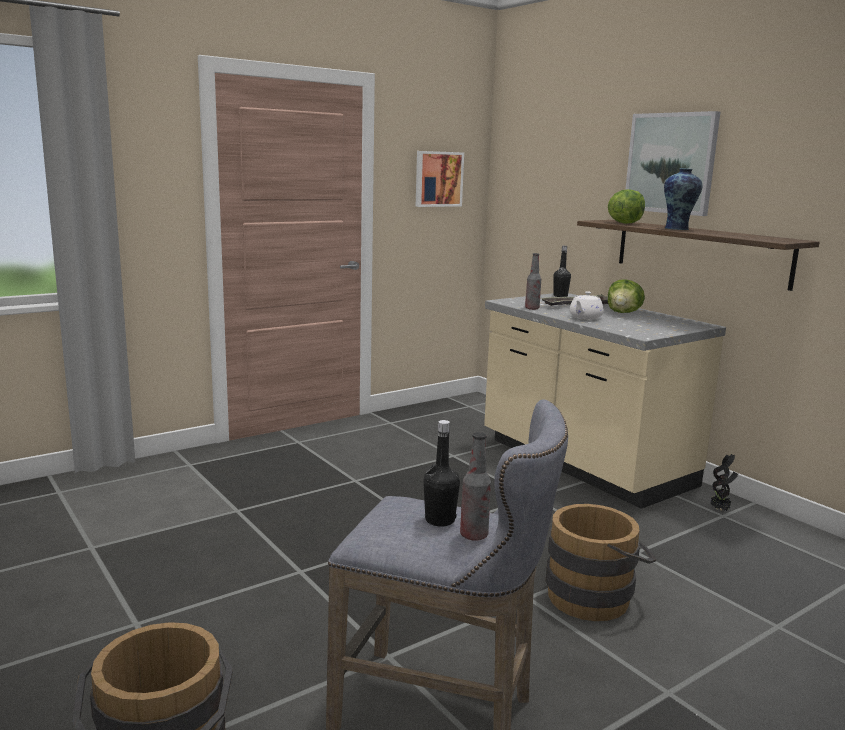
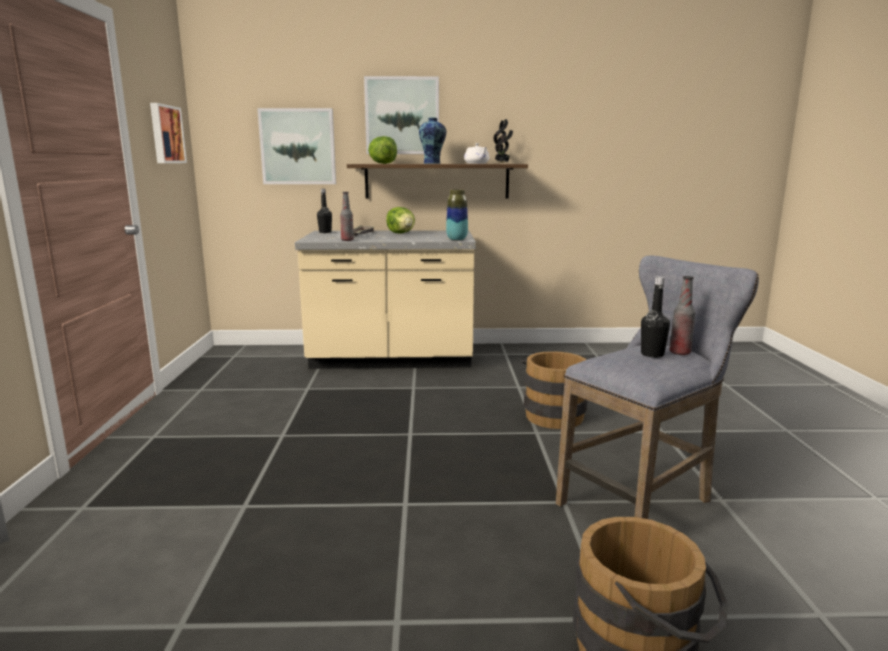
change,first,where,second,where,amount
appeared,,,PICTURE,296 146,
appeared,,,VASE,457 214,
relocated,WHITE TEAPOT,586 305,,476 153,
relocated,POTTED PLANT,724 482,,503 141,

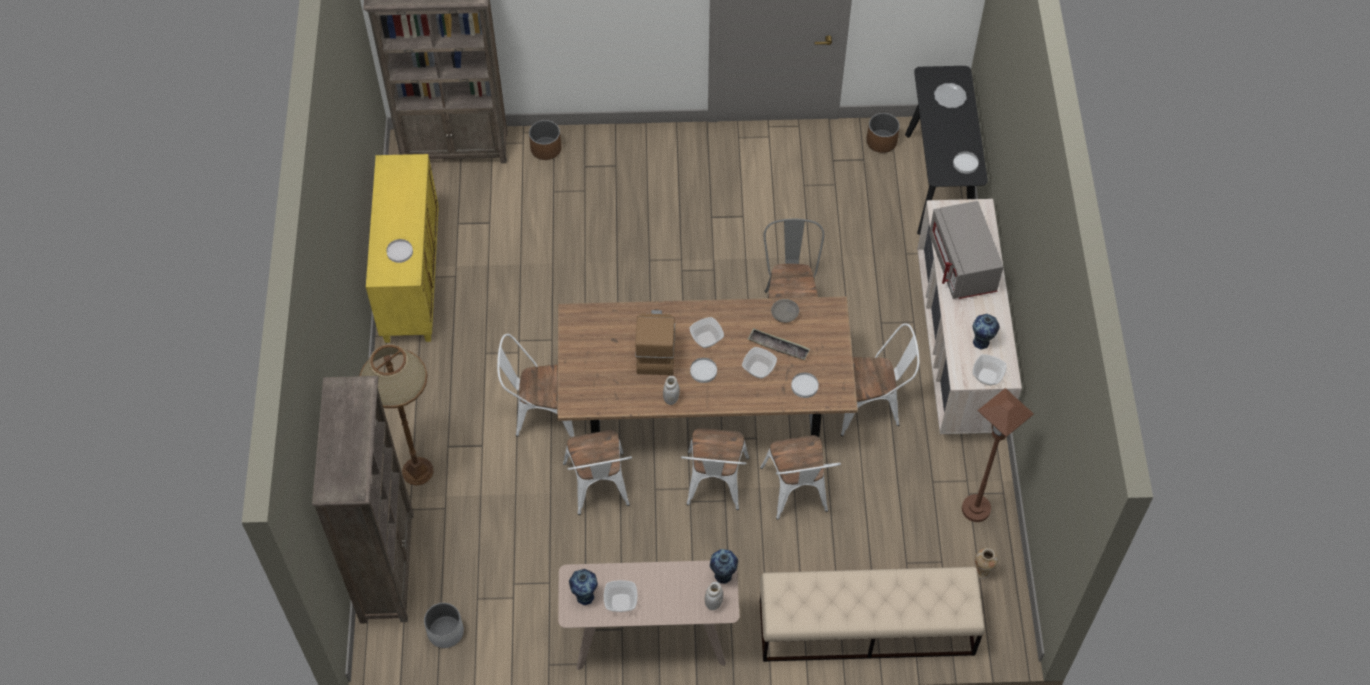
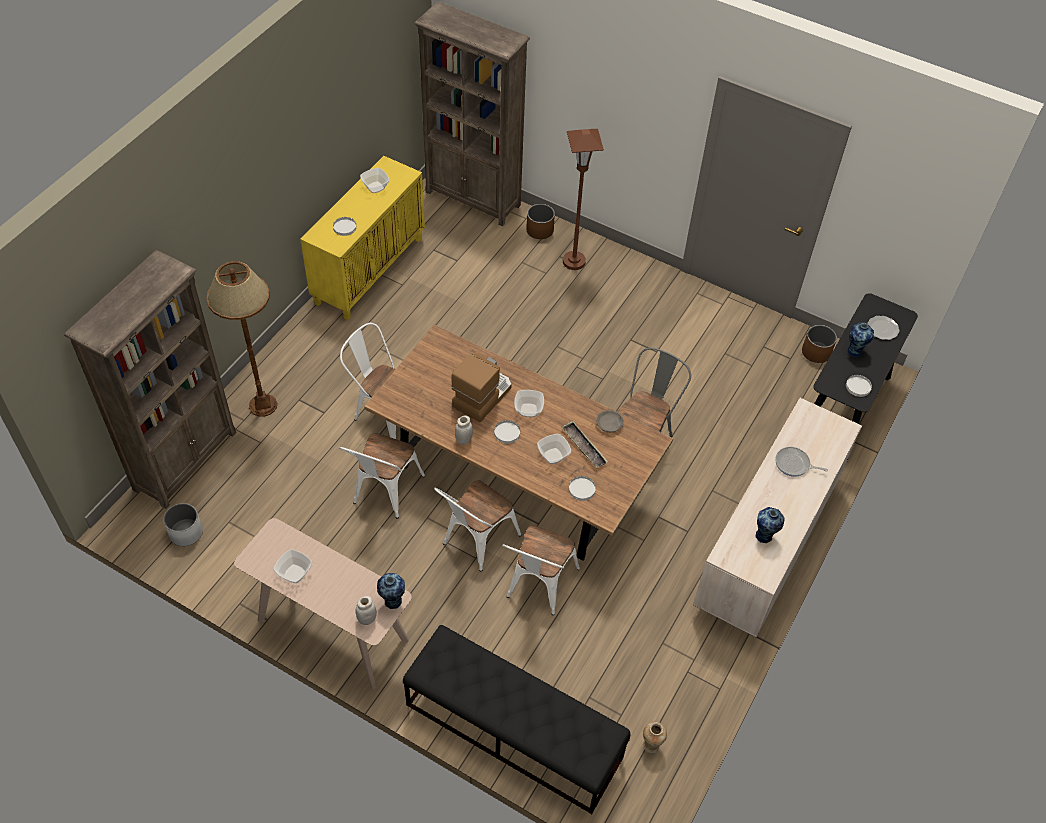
change,first,where,second,where,amount
missing,WHITE CHAIR,880 379,,,
relocated,VASE,583 587,,861 340,
relocated,BROWN FLOOR LAMP,998 455,,583 199,
relocated,BOWL,989 370,,375 180,
exchanged,GREY MICROWAVE,966 250,FRYING PAN,801 462,
colour,BEIGE BENCH,872 614,BLACK BENCH,516 719,

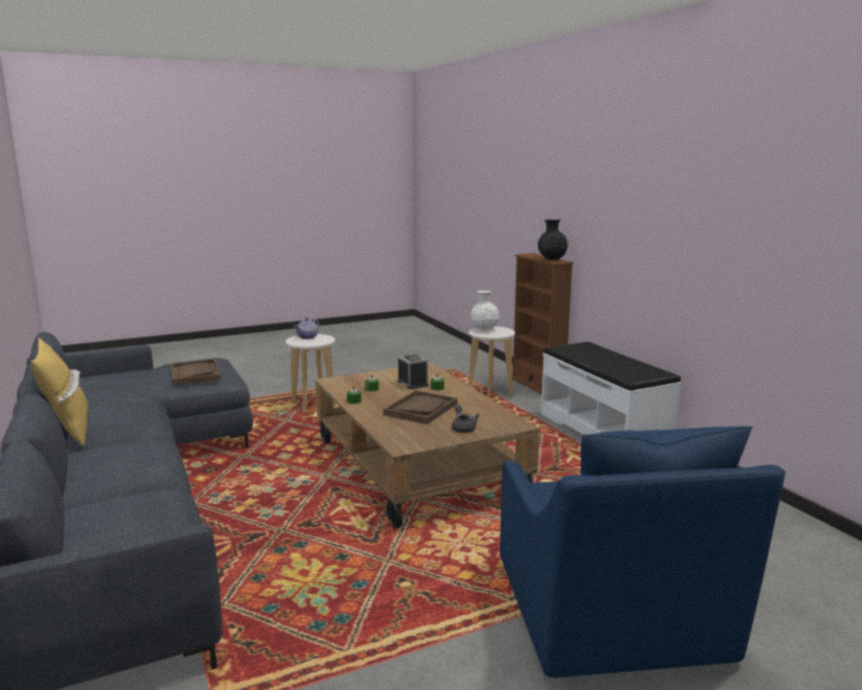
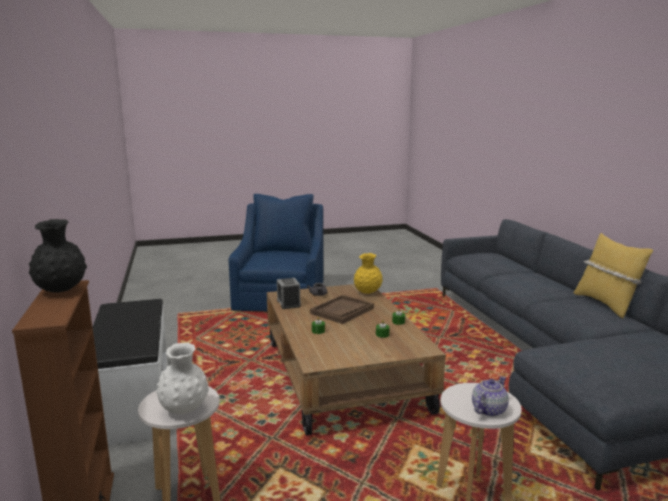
change,first,where,second,where,amount
missing,BROWN TRAY,196 372,,,
appeared,,,YELLOW VASE,368 273,
relocated,ALARM CLOCK,413 371,,289 293,

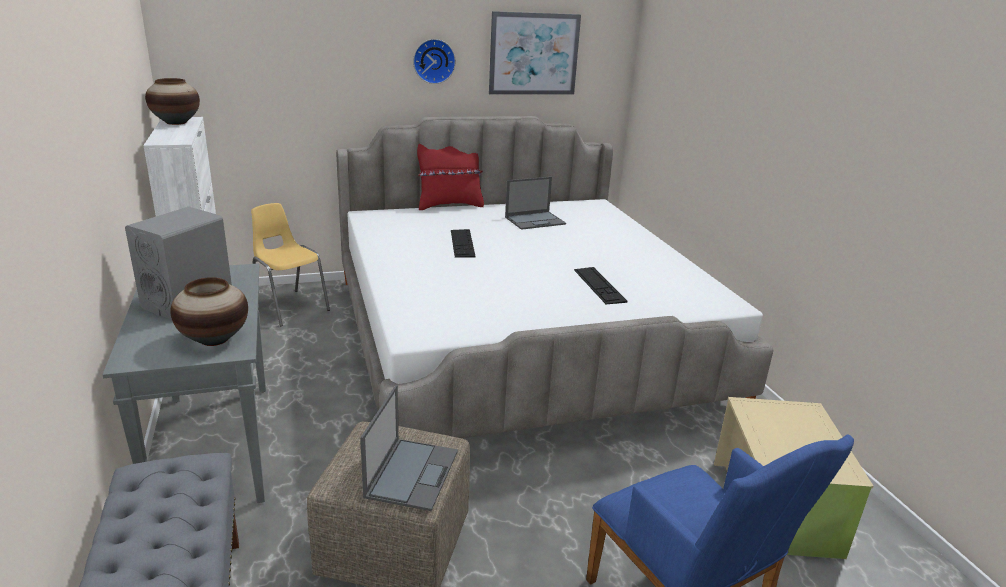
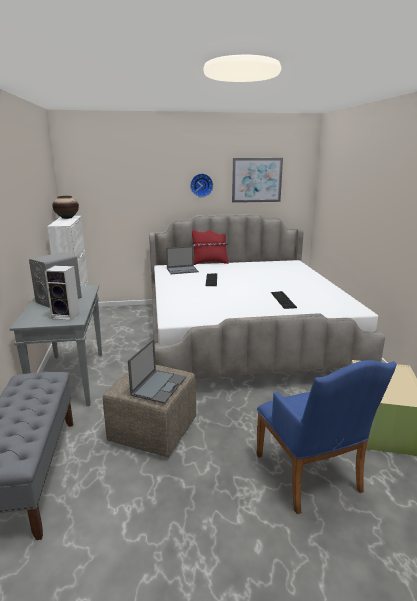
change,first,where,second,where,amount
missing,YELLOW CHAIR,290 265,,,
relocated,LAPTOP,535 203,,182 260,
exchanged,VASE,209 311,SPEAKER,62 292,

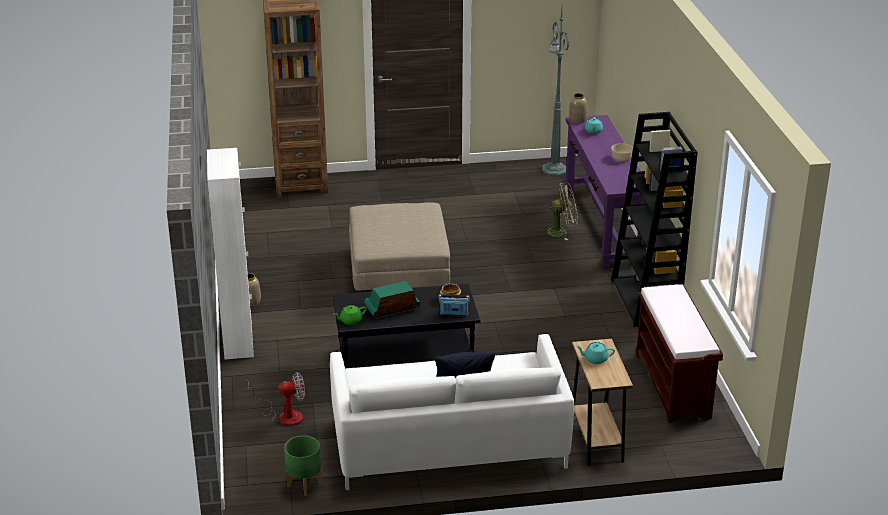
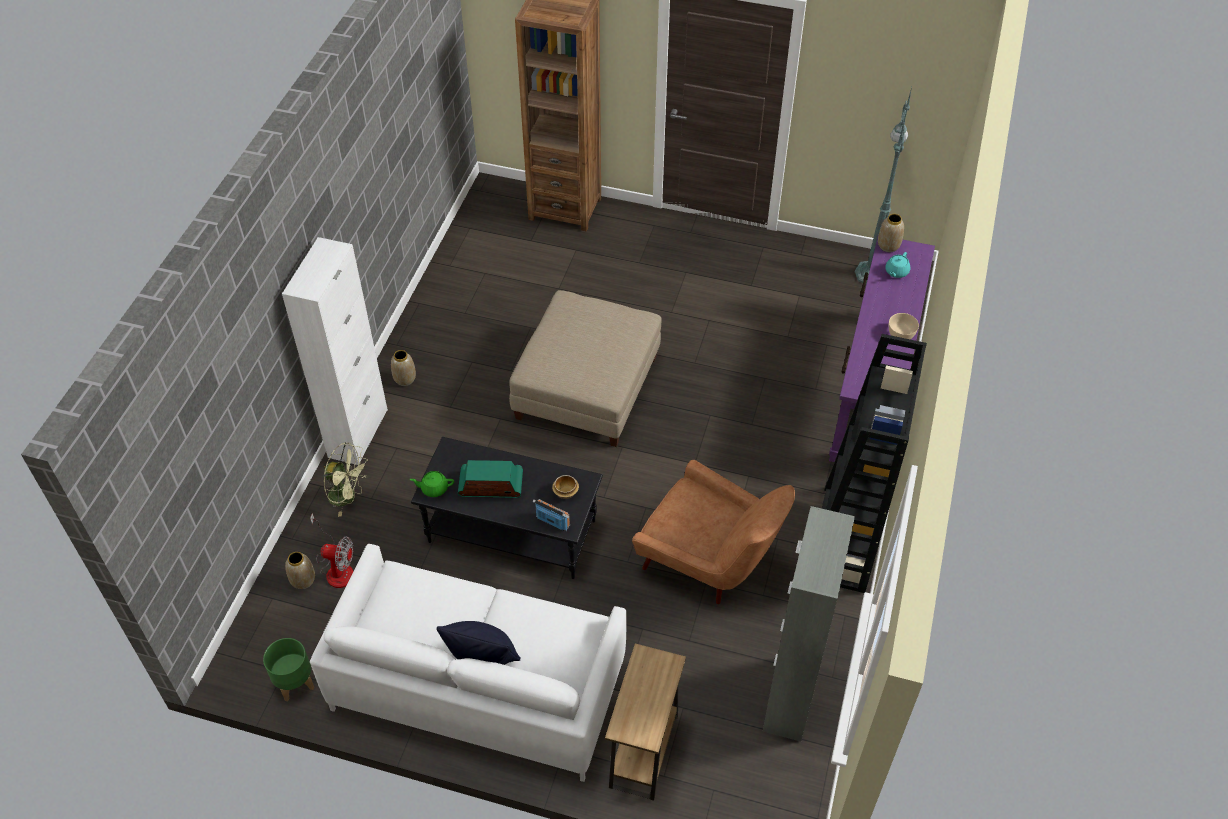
change,first,where,second,where,amount
missing,TURQUOISE TEAPOT,595 353,,,
appeared,,,VASE,300 570,
appeared,,,BROWN ARMCHAIR,713 532,
relocated,GREEN FAN,560 211,,345 479,
exchanged,BROWN BENCH,679 353,GREY CABINET,809 624,

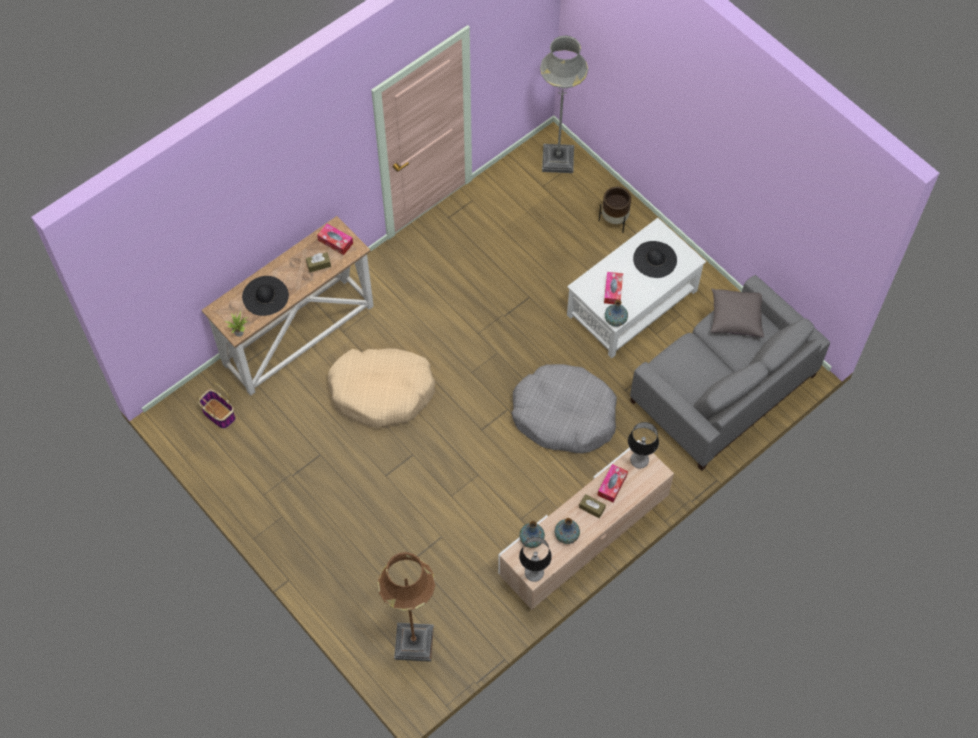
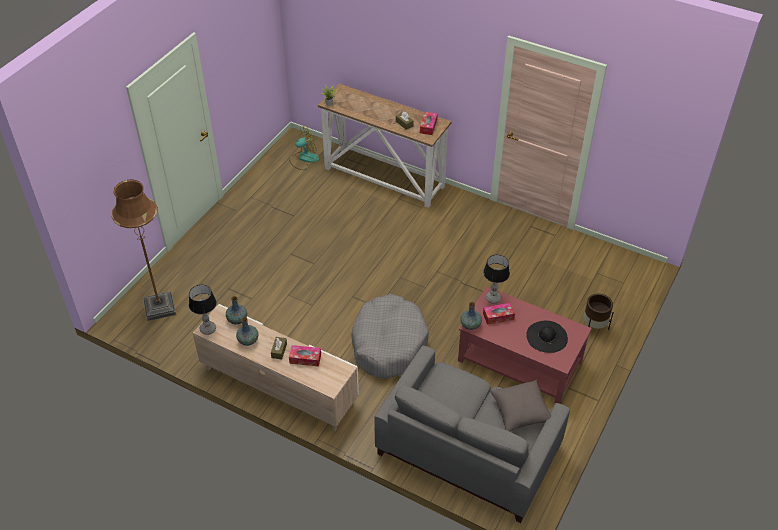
change,first,where,second,where,amount
missing,BLACK HAT,265 296,,,
missing,BEIGE DOG BED,381 388,,,
missing,GREY FLOOR LAMP,564 104,,,
relocated,TABLE LAMP,643 445,,496 279,
exchanged,BASKET,216 406,FAN,304 148,
colour,WHITE COFFEE TABLE,636 288,RED COFFEE TABLE,525 345,

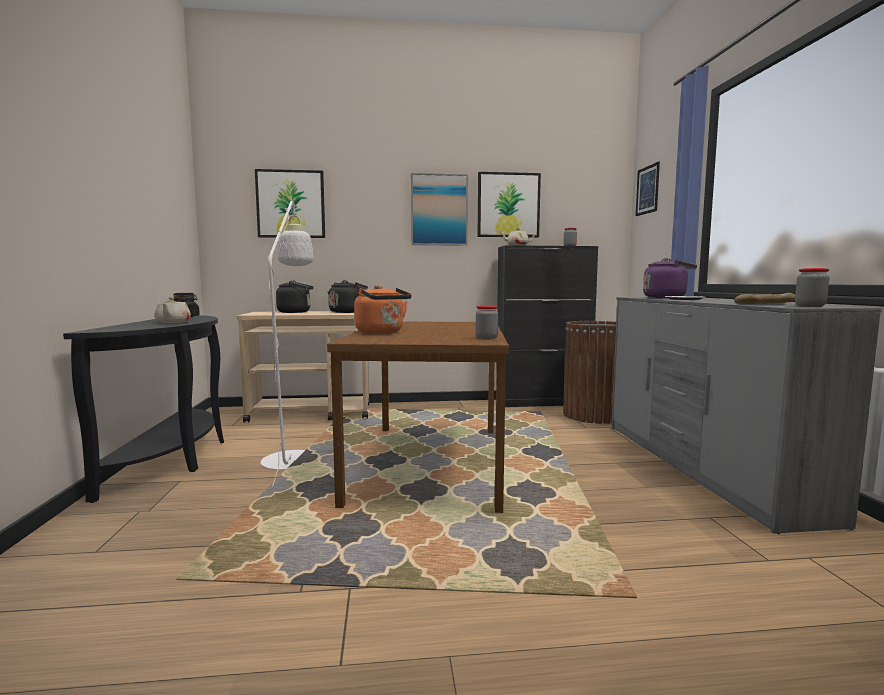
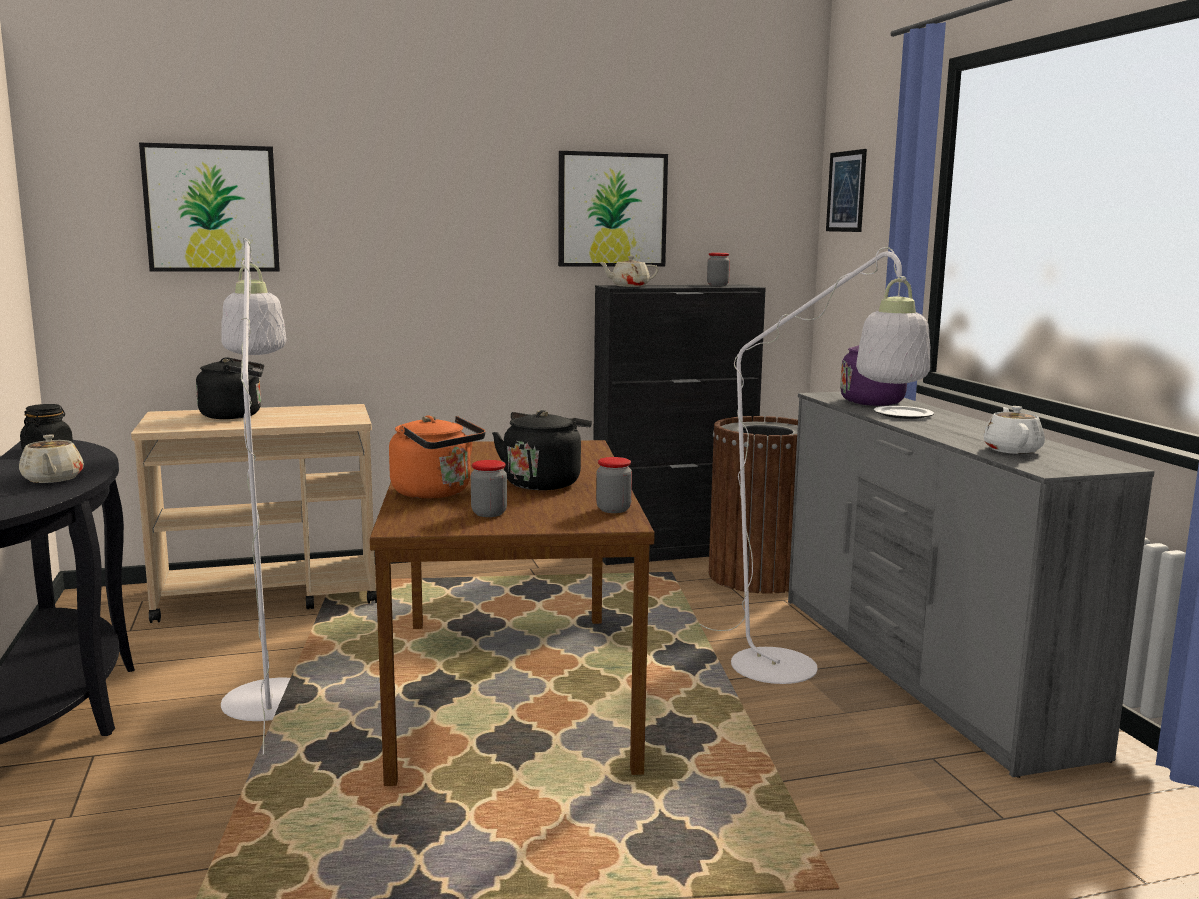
change,first,where,second,where,amount
missing,PICTURE,439 209,,,
appeared,,,WHITE FLOOR LAMP,815 465,
relocated,BLACK KETTLE,348 296,,542 450,
relocated,JAR,812 287,,489 488,
exchanged,BREAD,764 298,WHITE TEAPOT,1014 430,

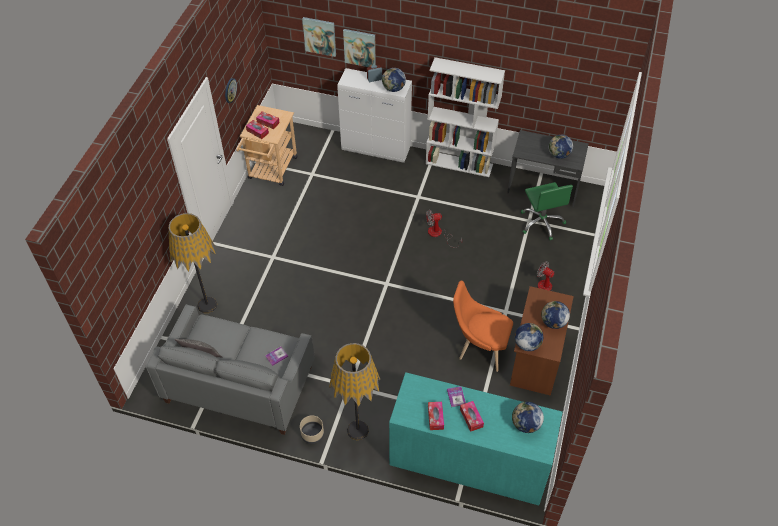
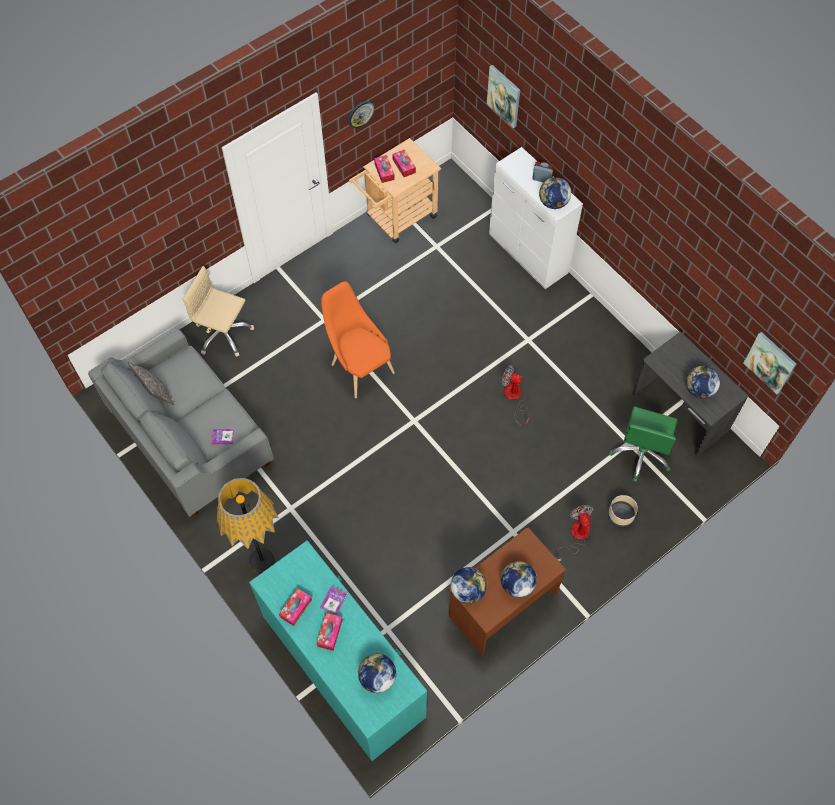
change,first,where,second,where,amount
missing,WHITE BOOKCASE,465 117,,,
relocated,BEIGE PLANTER,312 429,,623 511,
relocated,PICTURE,359 48,,770 363,
relocated,ORANGE CHAIR,483 326,,358 339,
exchanged,FLOOR LAMP,193 263,BEIGE OFFICE CHAIR,218 311,

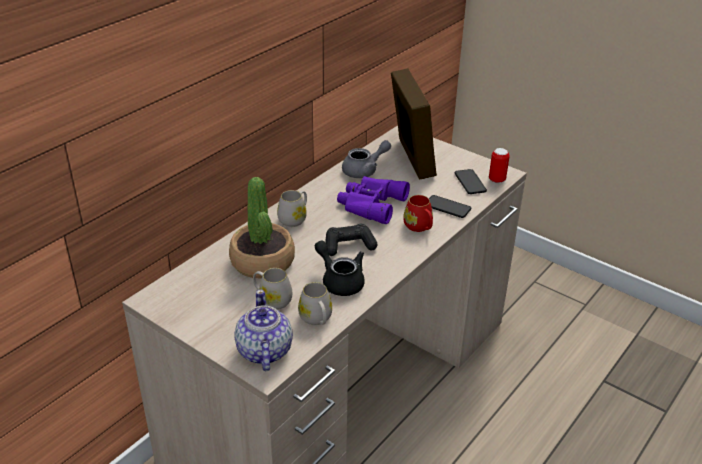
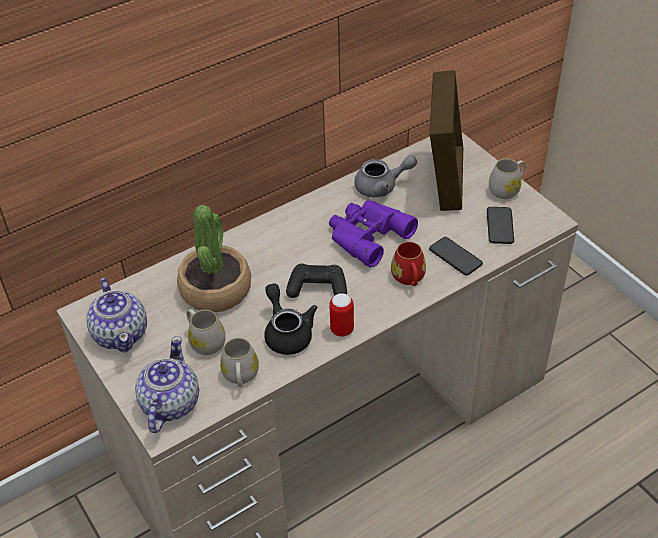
change,first,where,second,where,amount
appeared,,,TEAPOT,116 315,
relocated,WHITE MUG,292 208,,507 179,
relocated,CAN,499 165,,341 315,

